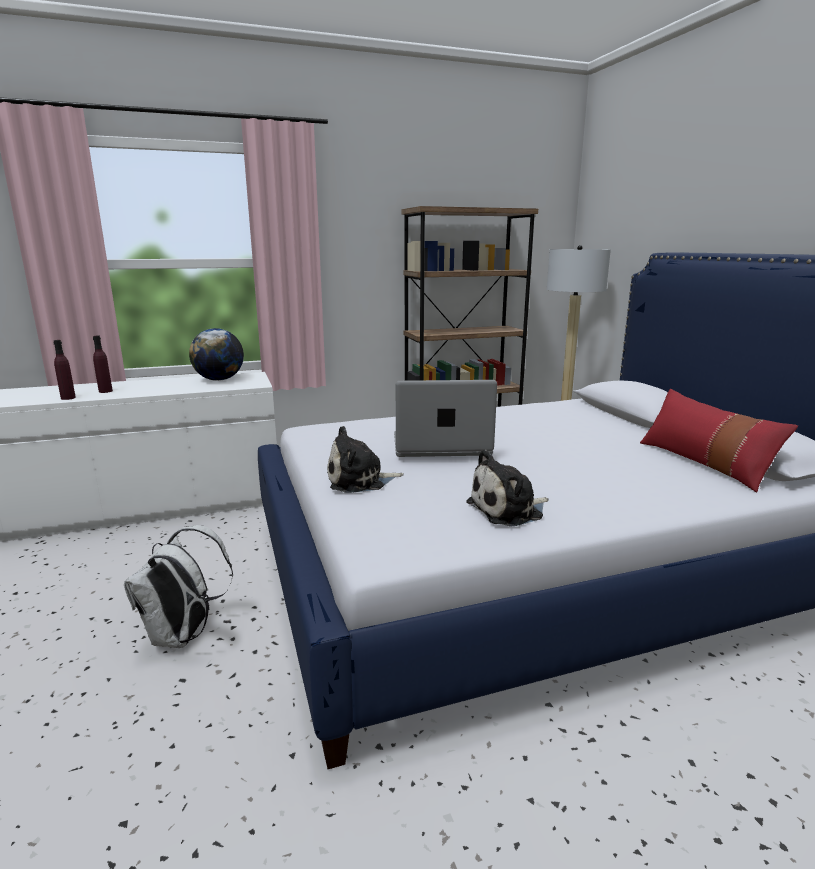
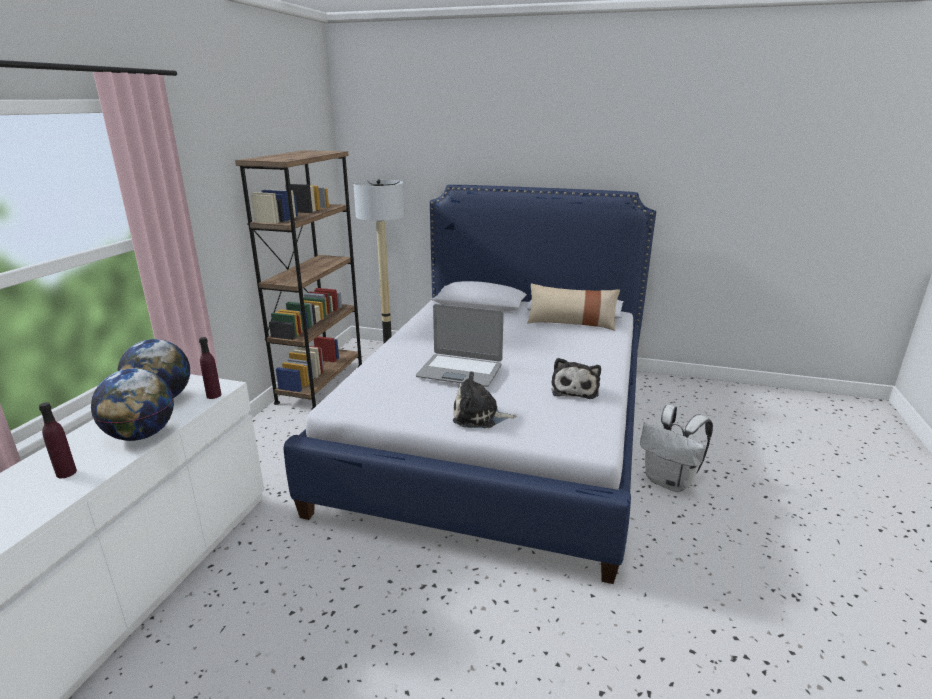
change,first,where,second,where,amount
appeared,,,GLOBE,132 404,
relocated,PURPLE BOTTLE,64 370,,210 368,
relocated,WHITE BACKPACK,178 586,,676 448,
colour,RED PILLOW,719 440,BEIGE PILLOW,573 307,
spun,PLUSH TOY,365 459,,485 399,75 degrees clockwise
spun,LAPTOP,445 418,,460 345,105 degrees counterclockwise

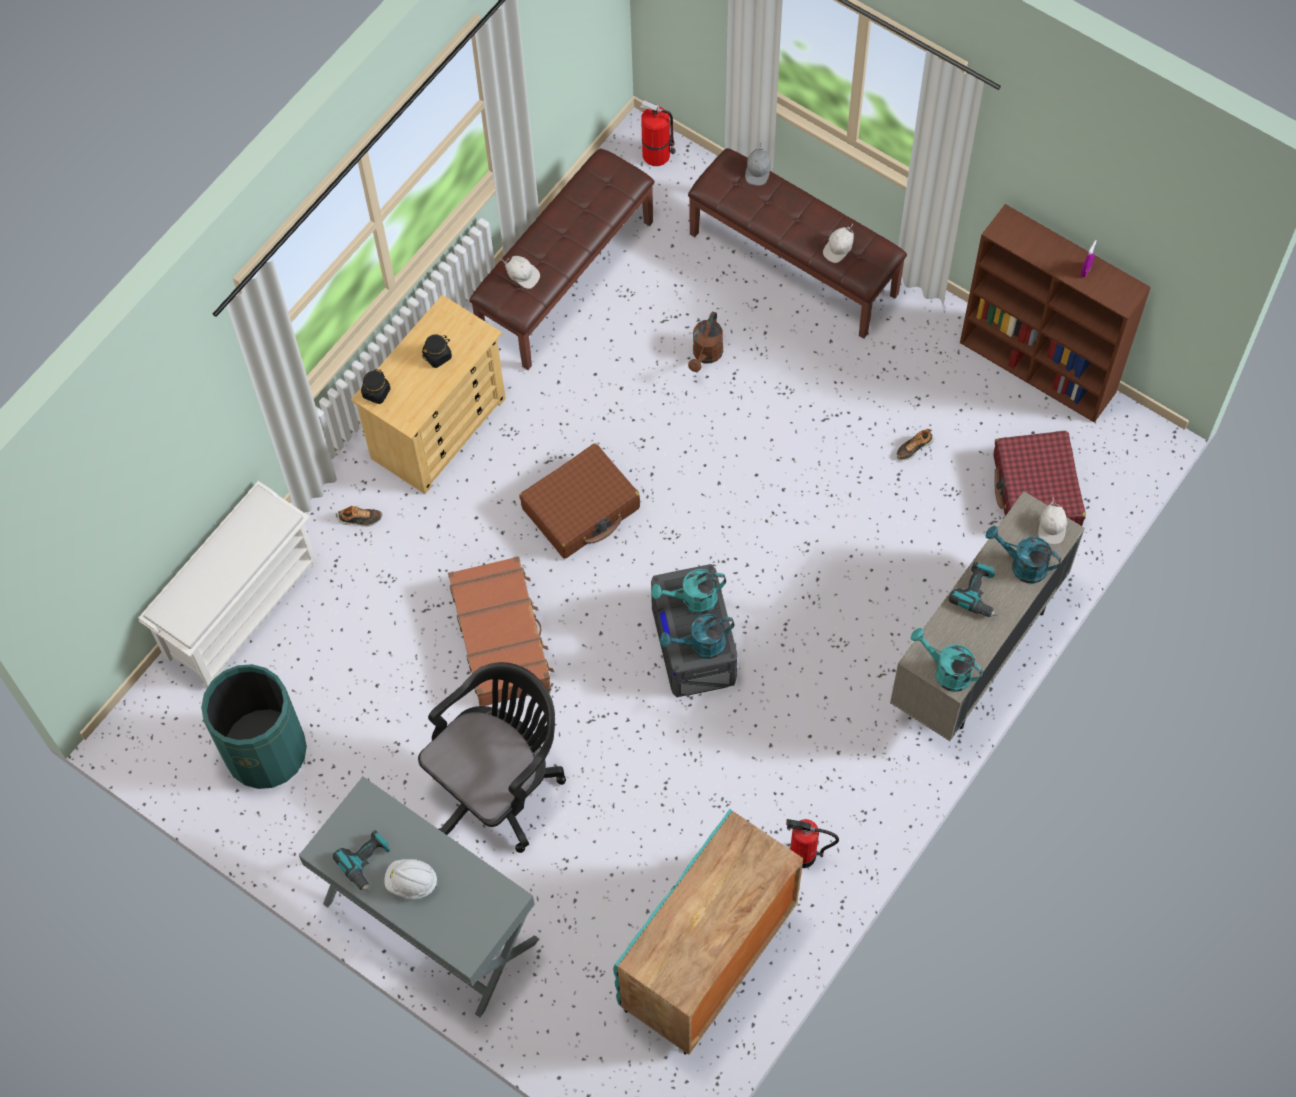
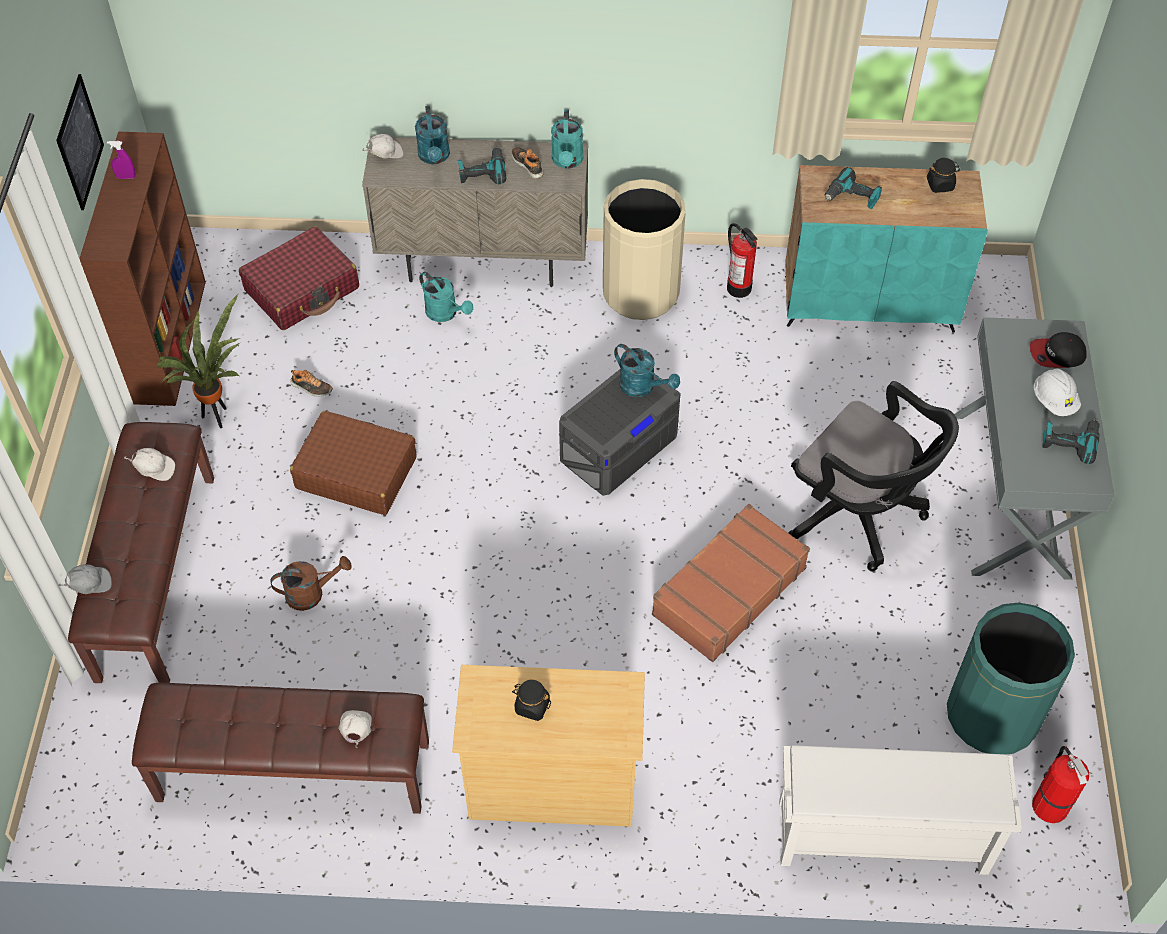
change,first,where,second,where,amount
appeared,,,PICTURE,80 142,
appeared,,,POTTED PLANT,198 361,
appeared,,,BEIGE TRASH CAN,644 249,
appeared,,,POWER DRILL,853 188,
appeared,,,CAP,1058 350,
relocated,SHOE,360 516,,528 163,
relocated,BLACK JAR,376 386,,943 175,
relocated,BROWN SUITCASE,580 501,,353 463,
relocated,FIRE EXTINGUISHER,657 133,,1060 784,
relocated,TURQUOISE WATERING CAN,688 591,,446 297,
spun,BLACK OFFICE CHAIR,492 757,,874 476,150 degrees counterclockwise

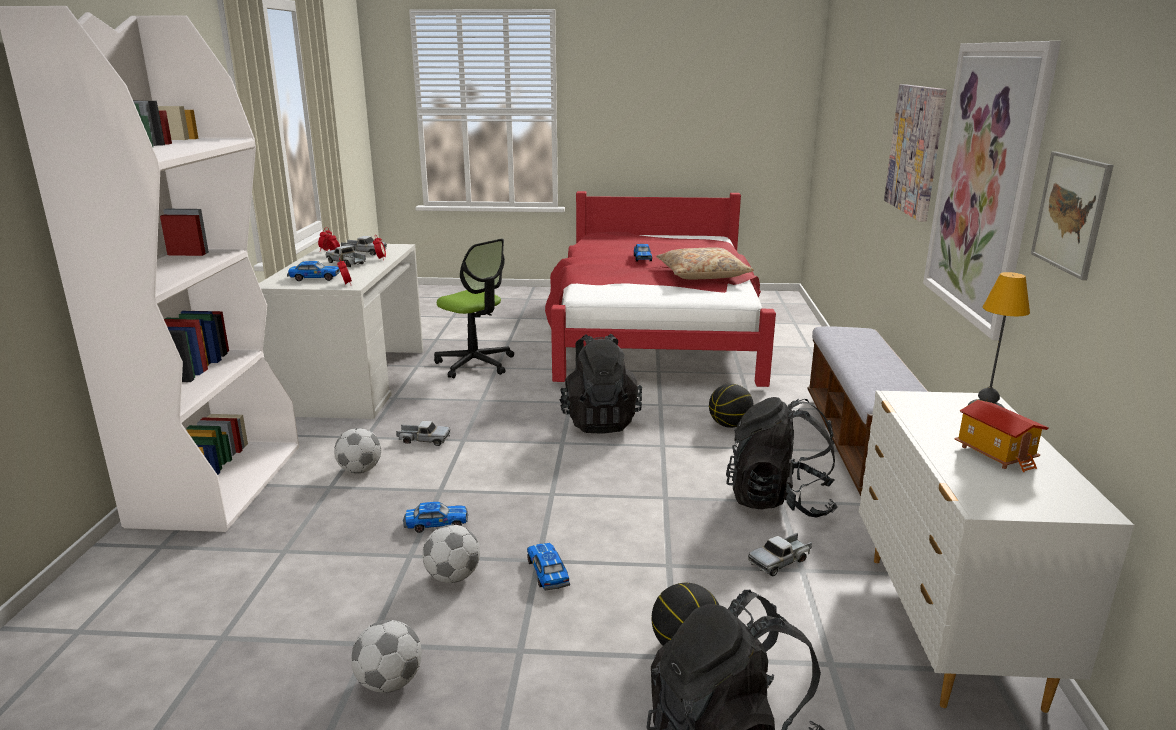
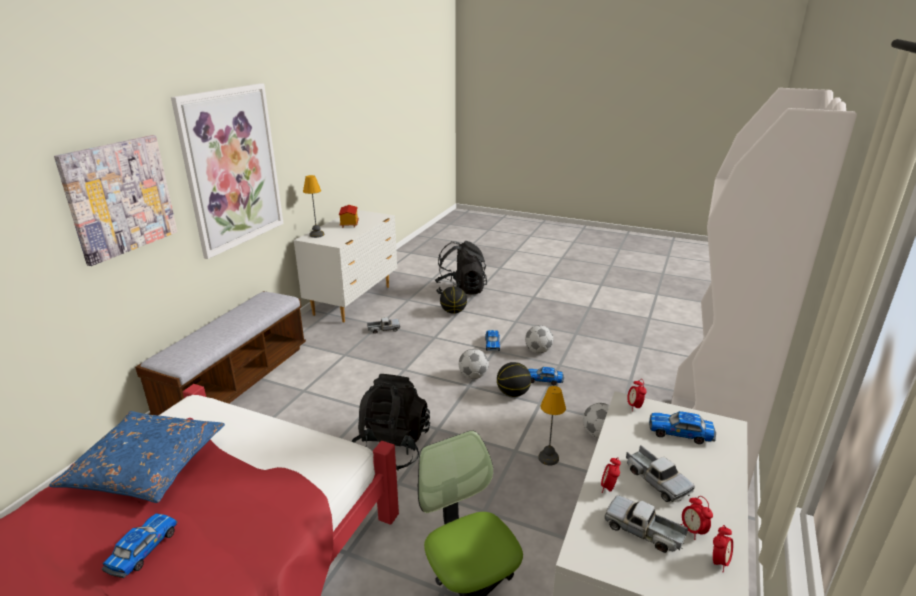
change,first,where,second,where,amount
missing,BLACK BACKPACK,782 457,,,
missing,PICTURE,1072 216,,,
relocated,FOOTBALL,386 656,,474 364,
relocated,BASKETBALL,731 406,,514 379,
exchanged,TOY TRUCK,423 433,TABLE LAMP,552 426,
colour,BEIGE PILLOW,705 263,BLUE PILLOW,137 457,

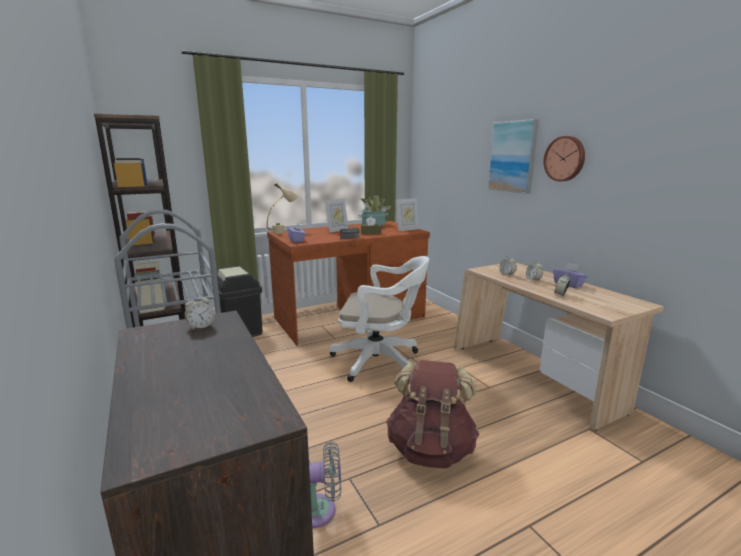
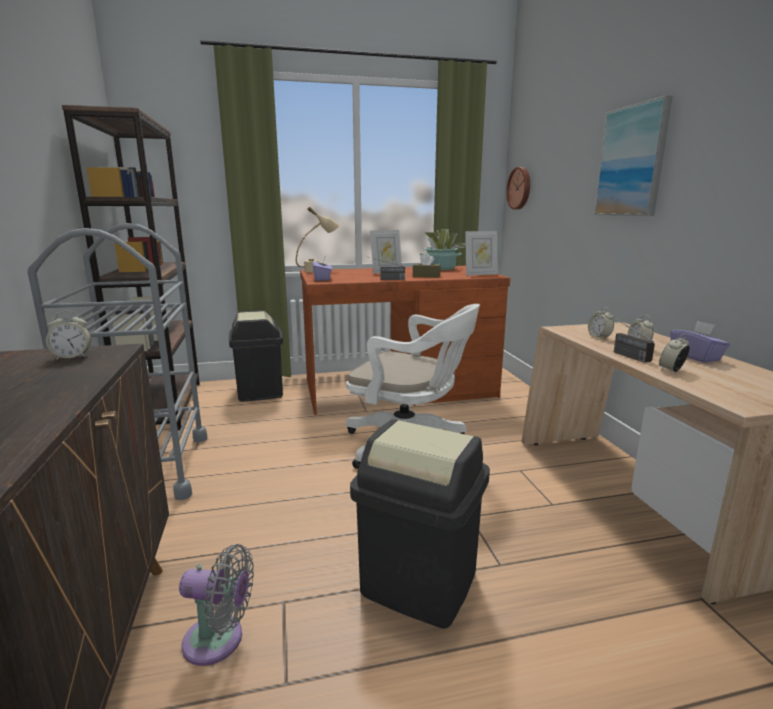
change,first,where,second,where,amount
appeared,,,RADIO,631 338,
relocated,WALL CLOCK,564 158,,518 188,
exchanged,BROWN BACKPACK,432 414,BLACK TRASH CAN,420 524,

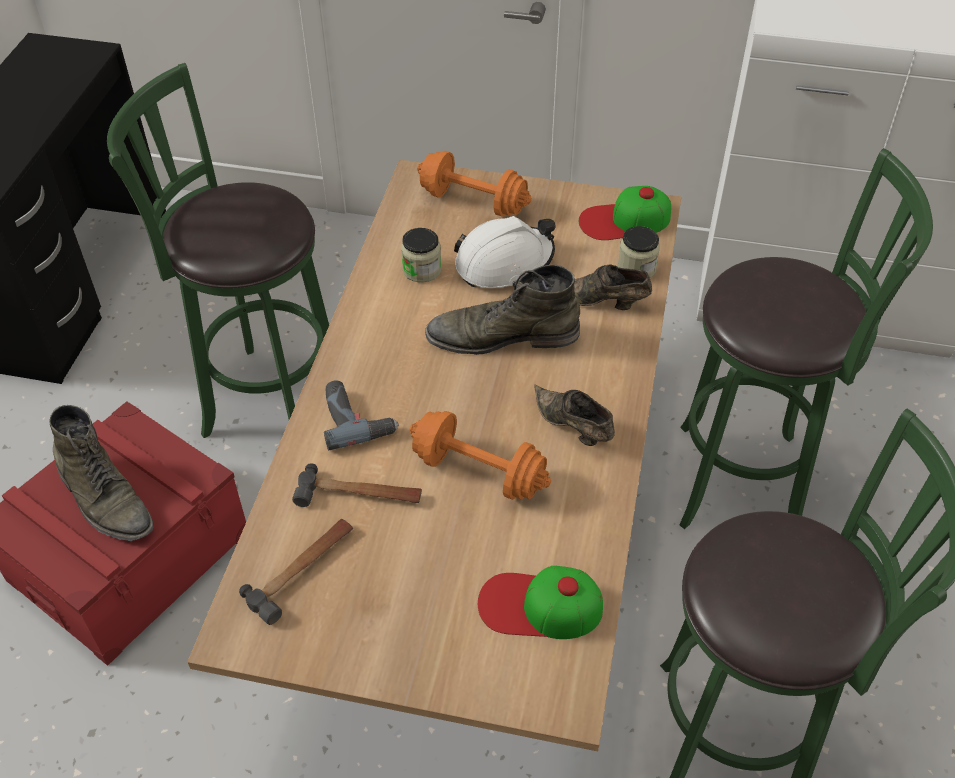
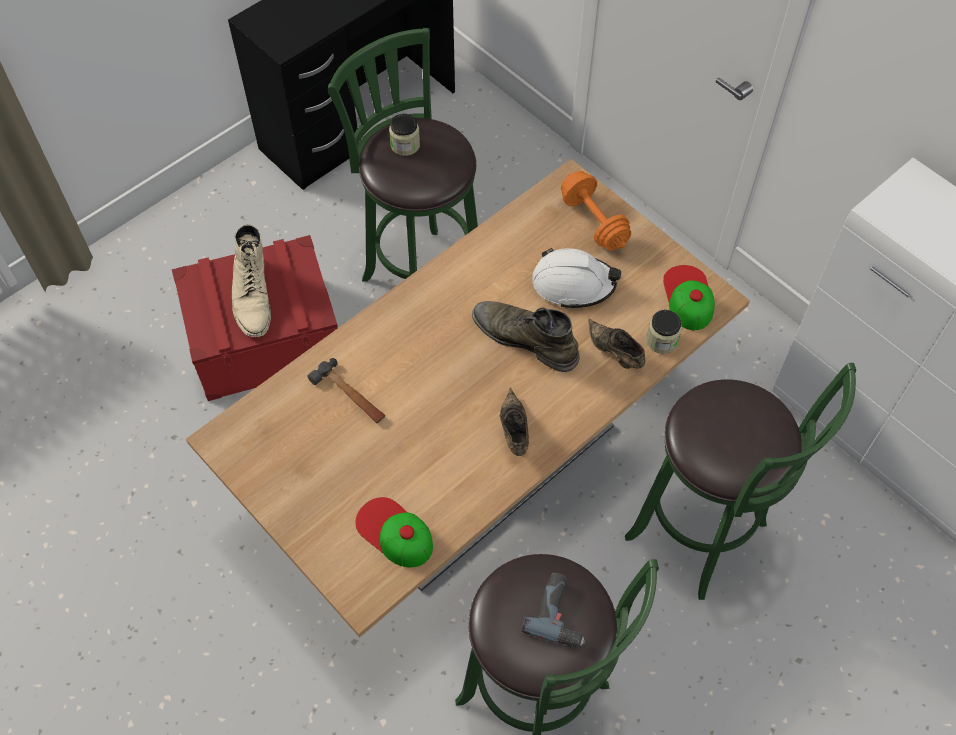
change,first,where,second,where,amount
missing,HAMMER,296 572,,,
missing,ORANGE DUMBBELL,480 455,,,
relocated,POWER DRILL,361 415,,553 610,
relocated,JAR,421 255,,404 135,
colour,GREEN BOOT,101 473,BEIGE BOOT,251 280,
spun,CAP,625 213,,689 297,60 degrees clockwise

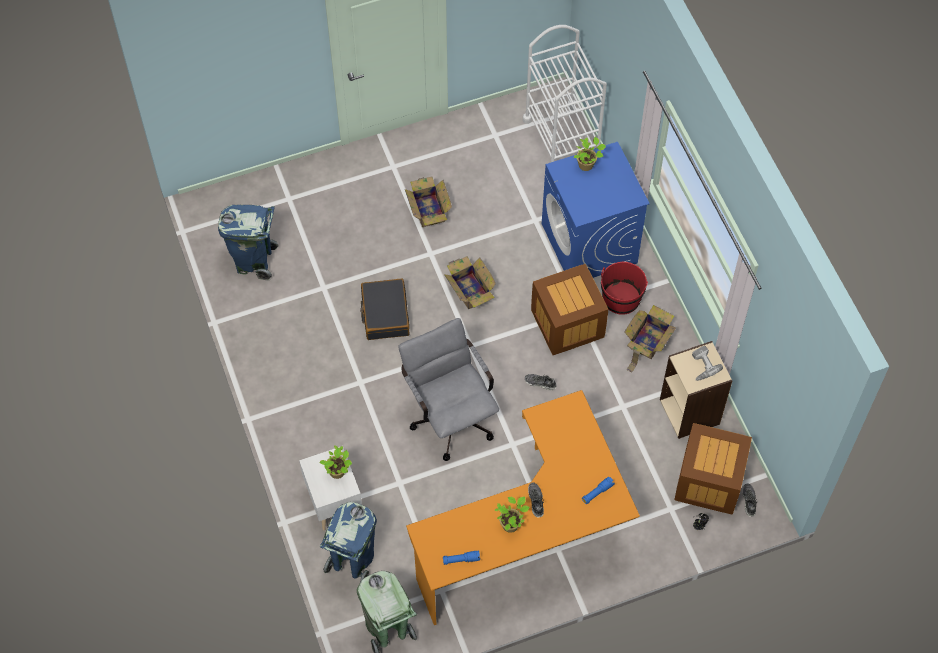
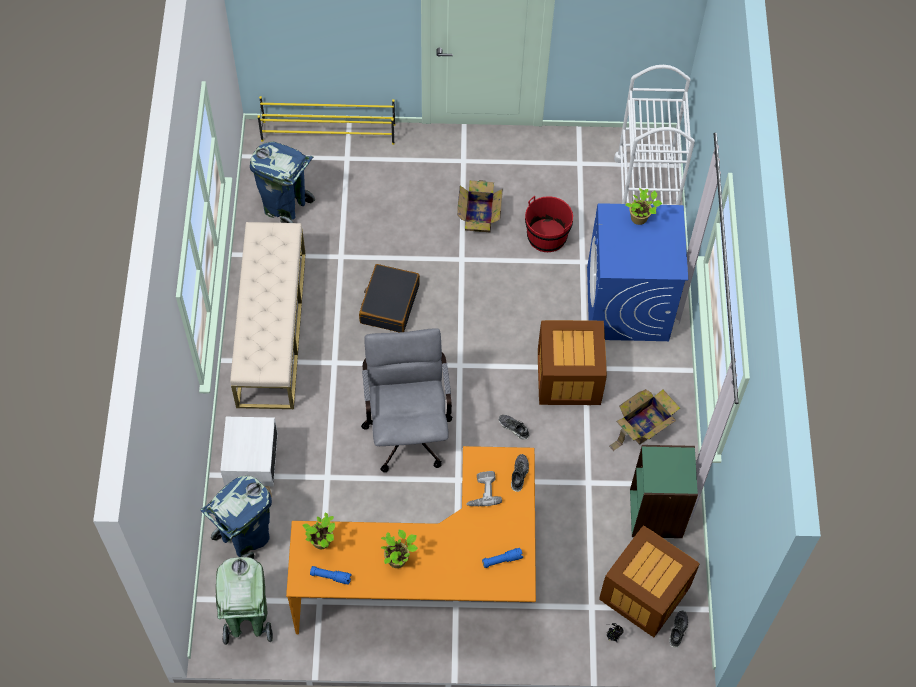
change,first,where,second,where,amount
missing,CARDBOARD BOX,470 282,,,
appeared,,,BEIGE BENCH,268 315,
appeared,,,YELLOW SHOE RACK,326 120,
relocated,POTTED PLANT,335 462,,318 530,
relocated,SHOE,536 499,,520 473,
relocated,RED BUCKET,624 288,,549 224,
relocated,POWER DRILL,707 363,,484 488,
colour,BEIGE BOOKCASE,696 390,GREEN BOOKCASE,664 491,

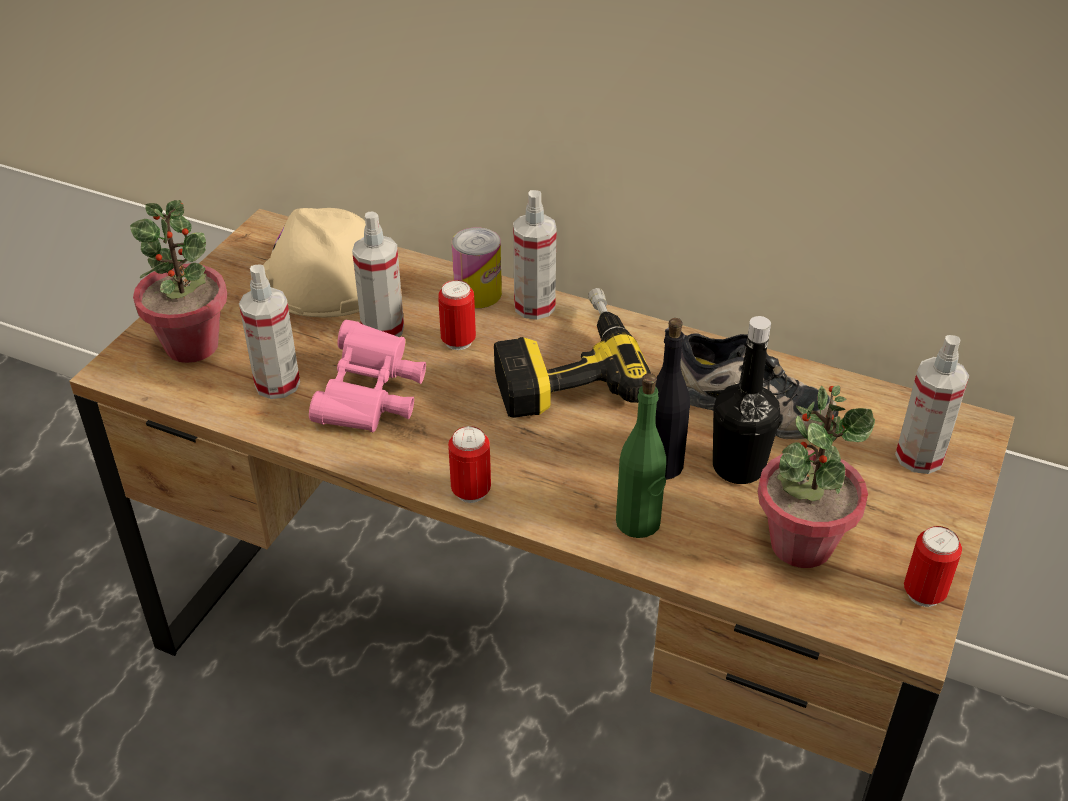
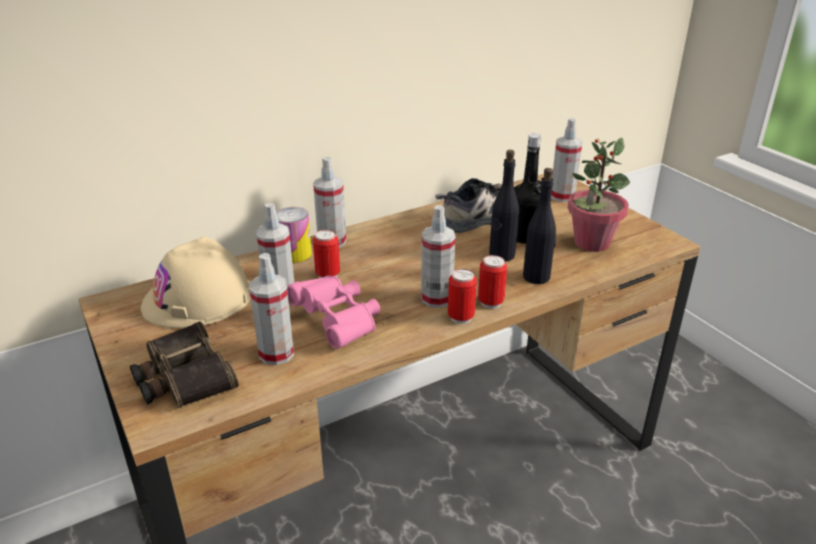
change,first,where,second,where,amount
missing,POWER DRILL,572 353,,,
appeared,,,SPRAY BOTTLE,438 256,
relocated,CAN,933 566,,492 282,
exchanged,POTTED PLANT,178 281,BINOCULARS,184 364,
colour,GREEN BOTTLE,641 455,BLACK BOTTLE,539 226,

